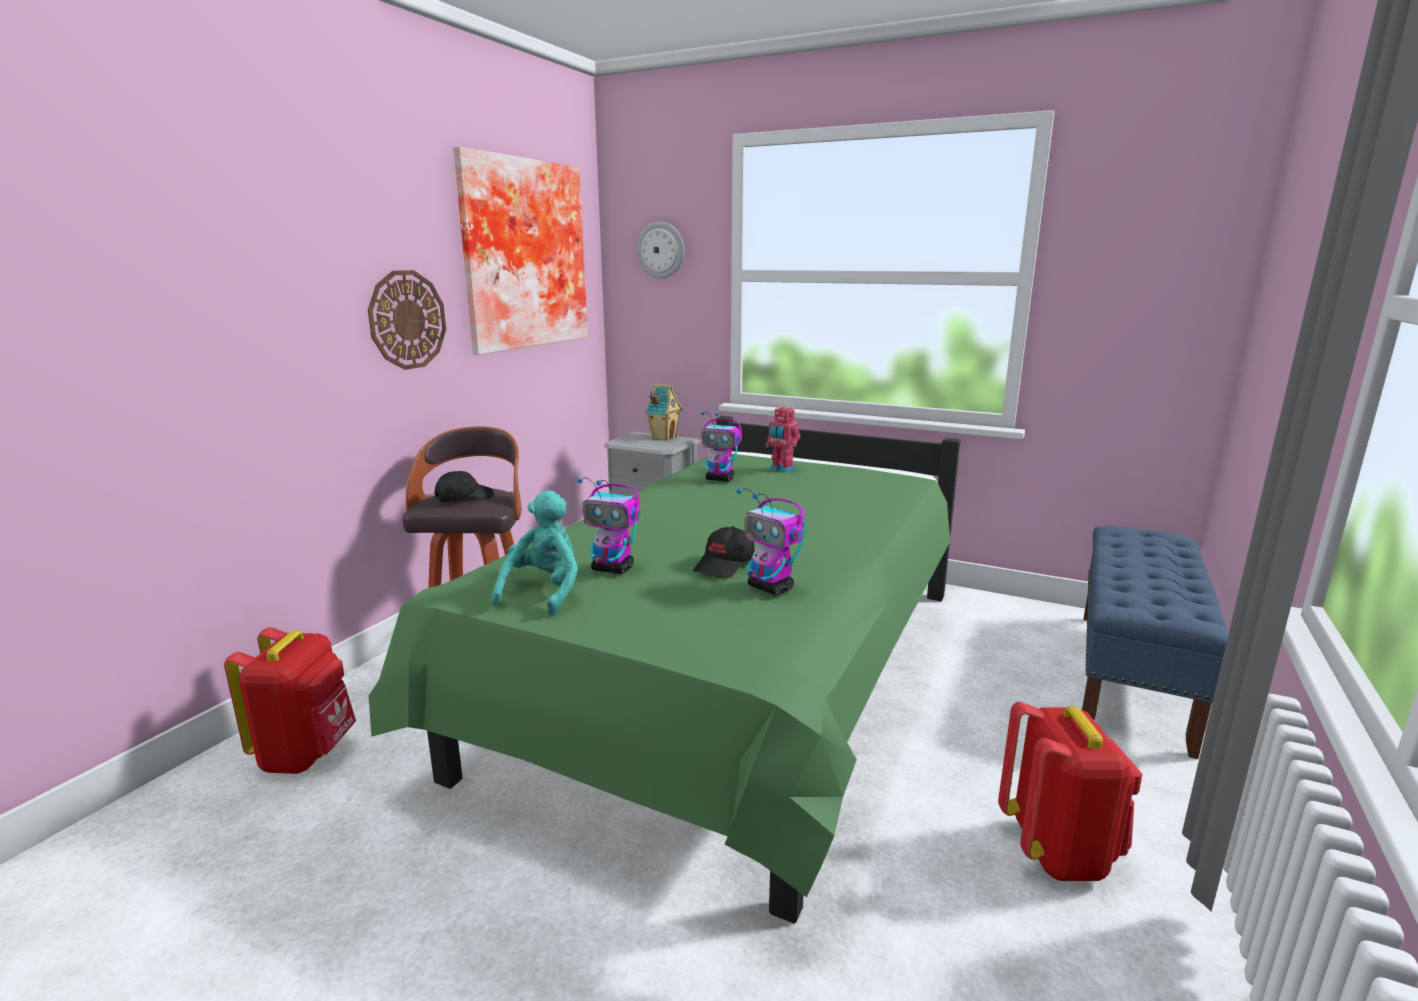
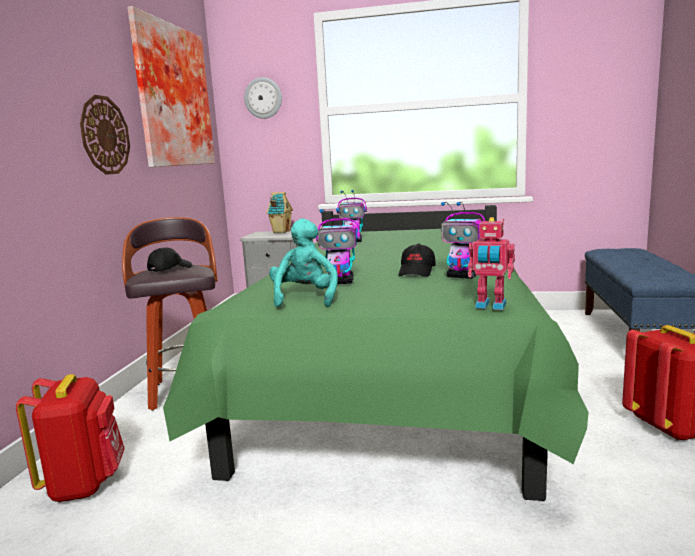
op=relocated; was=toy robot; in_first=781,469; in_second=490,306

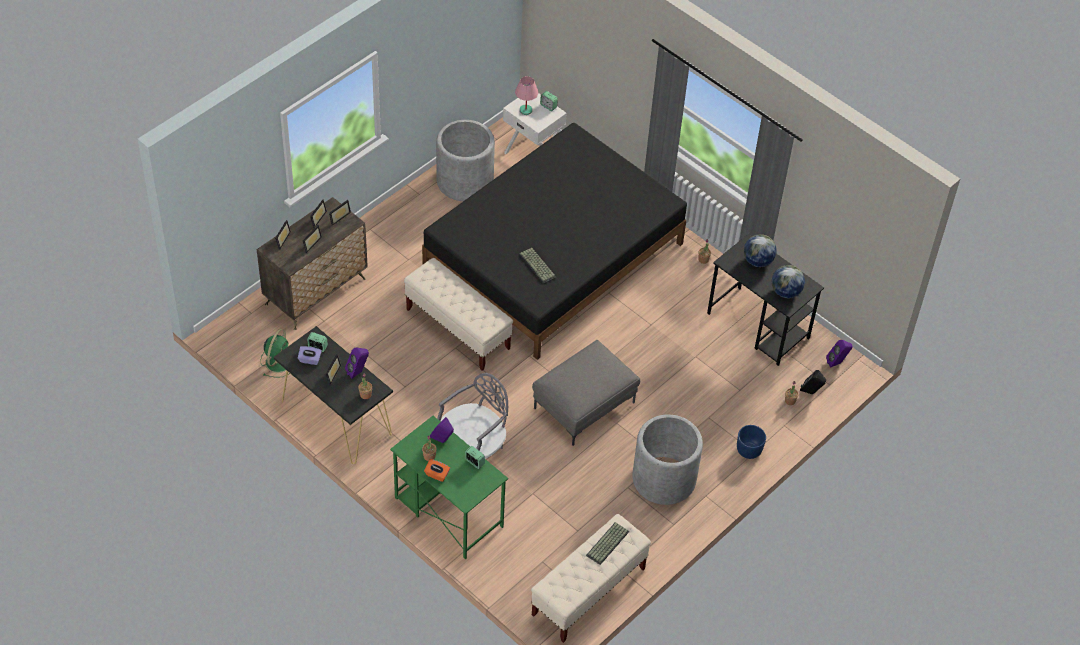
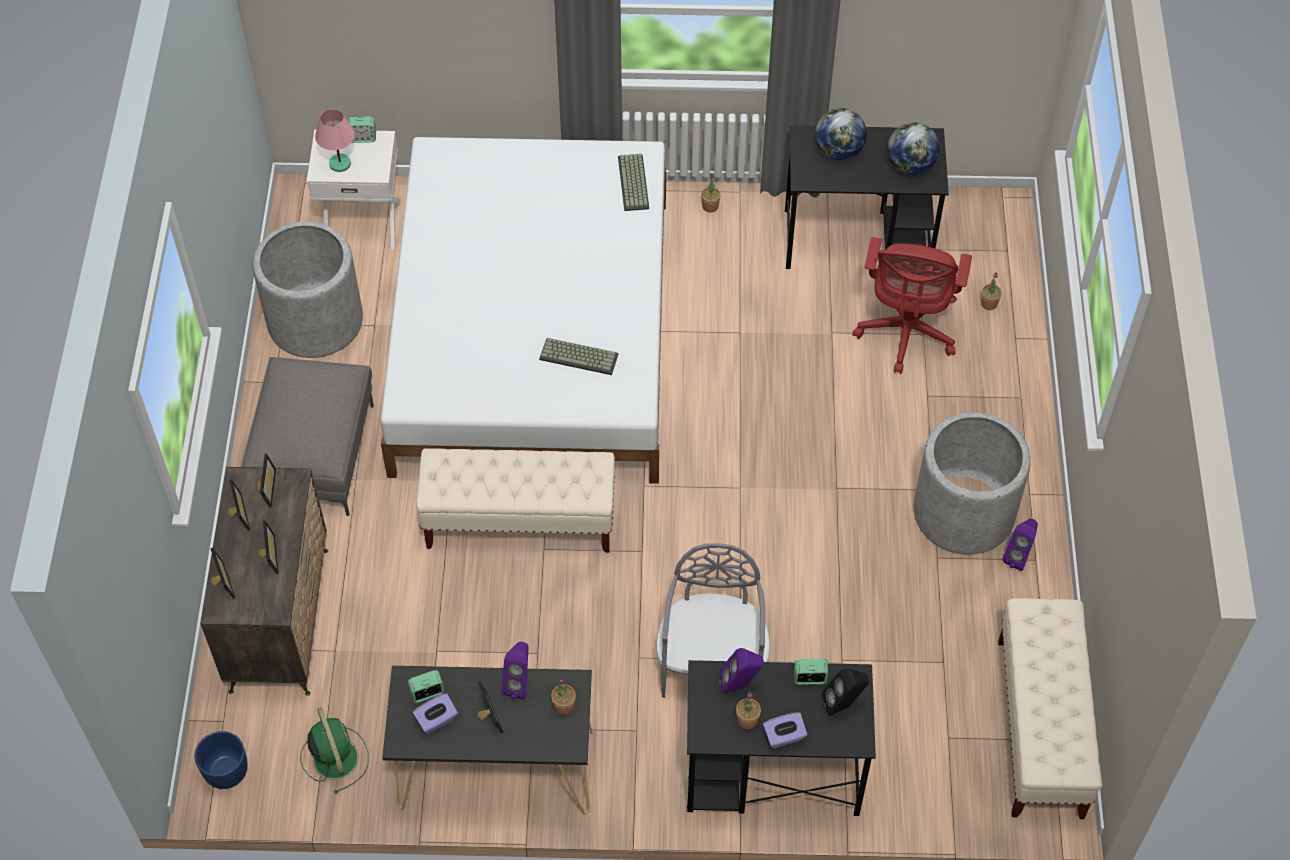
op=relocated; was=flower pot (blue); in_first=749,450; in_second=226,771
op=relocated; was=ottoman (grey); in_first=584,406; in_second=316,456
op=colour; was=sleeping bed (black); now=sleeping bed (white-coloured); in_first=554,256; in_second=533,335
op=relocated; was=keyboard; in_first=608,544; in_second=634,183
op=colour; was=desk unit (green-coloured); now=desk unit (black); in_first=448,511; in_second=771,772
op=colour; was=tissue holder (orangey); now=tissue holder (purple-coloured); in_first=437,475; in_second=784,737
op=relocated; was=loudspeaker (black); in_first=811,392; in_second=843,704
op=appeared; now=office chair (reddish); in_second=906,333
op=relocated; was=loudspeaker (purple-coloured); in_first=837,363; in_second=1018,556

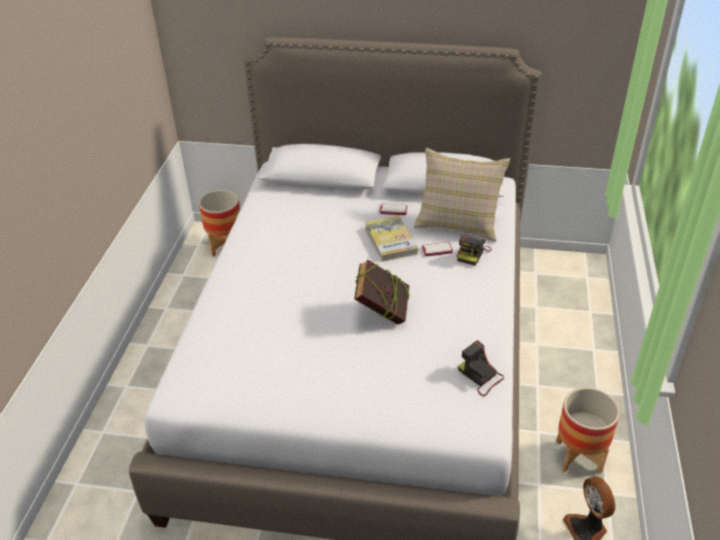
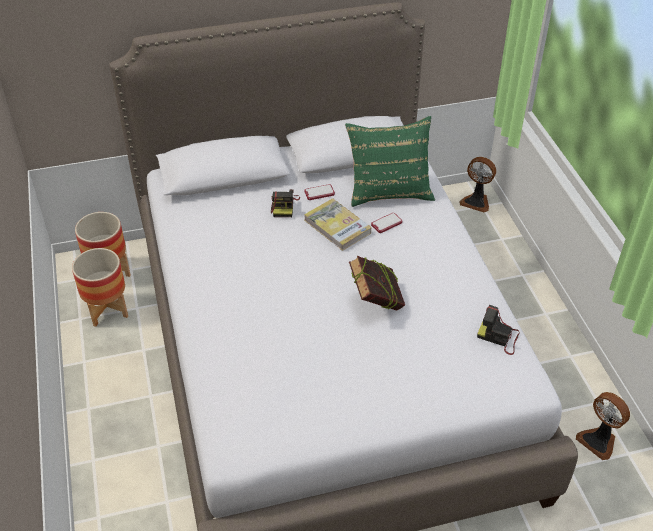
op=relocated; was=flower pot; in_first=579,456; in_second=108,310
op=relocated; was=still camera; in_first=472,253; in_second=284,206
op=colour; was=pillow (sand-coloured); now=pillow (green-coloured); in_first=458,222; in_second=389,189
op=appeared; now=fan; in_second=476,201

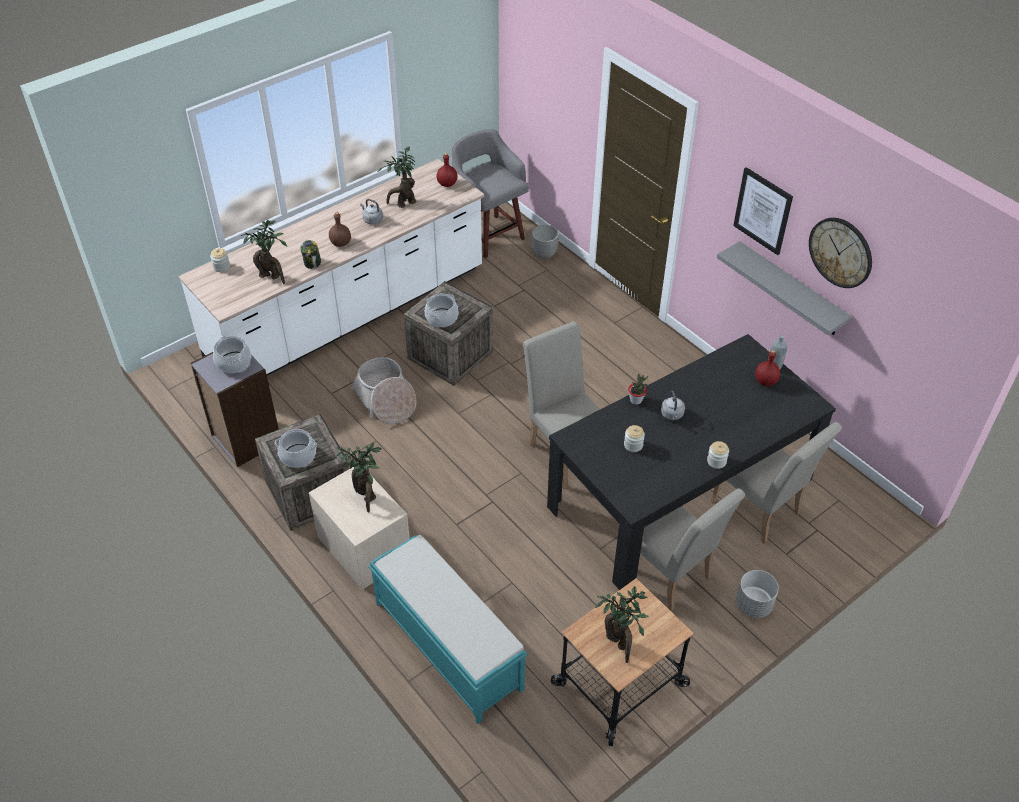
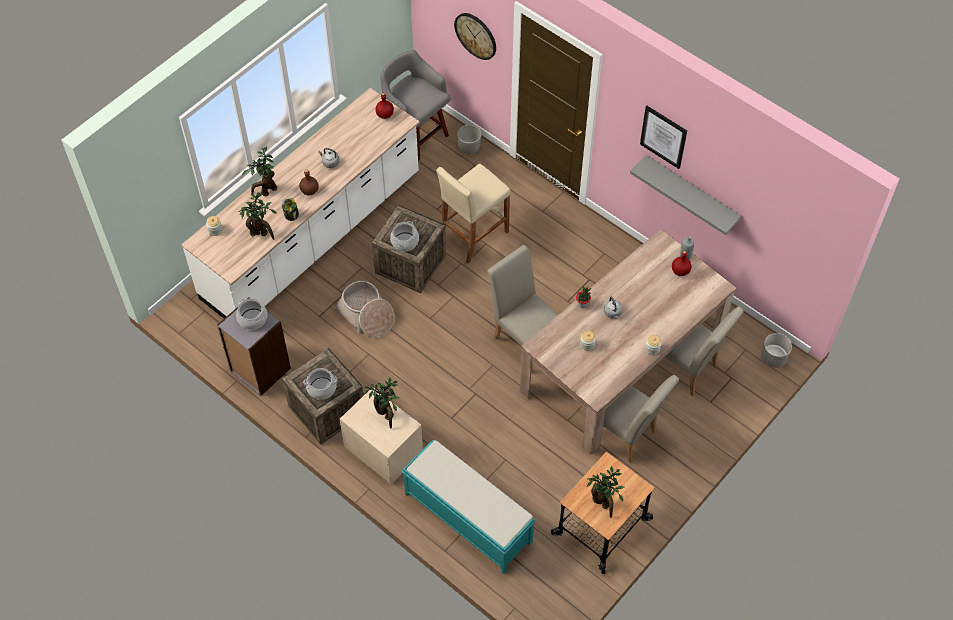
op=relocated; was=houseplant; in_first=403,204; in_second=266,191
op=appeared; now=stool seat (sand-coloured); in_second=473,235
op=relocated; was=clock on the wall; in_first=841,252; in_second=476,35
op=colour; was=dining table (black); now=dining table (sand-coloured); in_first=680,493; in_second=622,363
op=relocated; was=flower pot (grey); in_first=754,605; in_second=773,358

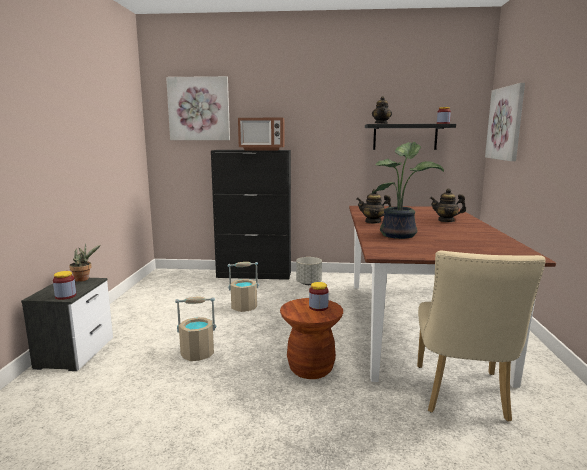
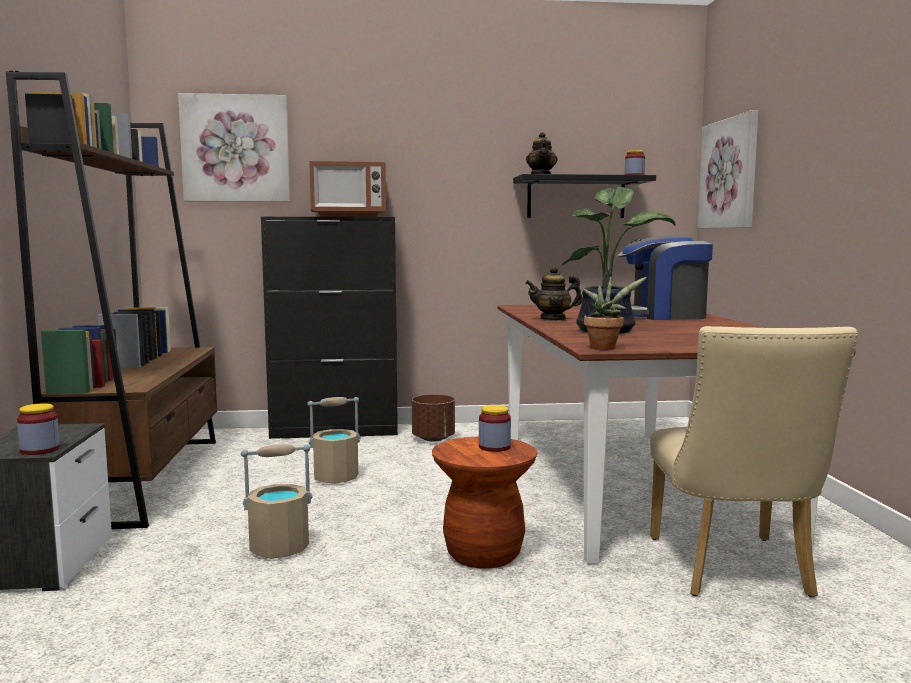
op=appeared; now=bookshelf (brownish); in_second=145,479
op=colour; was=flower pot (grey); now=flower pot (brownish); in_first=309,283; in_second=433,438
op=relocated; was=houseplant; in_first=84,279; in_second=605,348
op=exchanged; was=teapot; now=coffee maker; in_first=446,220; in_second=662,316

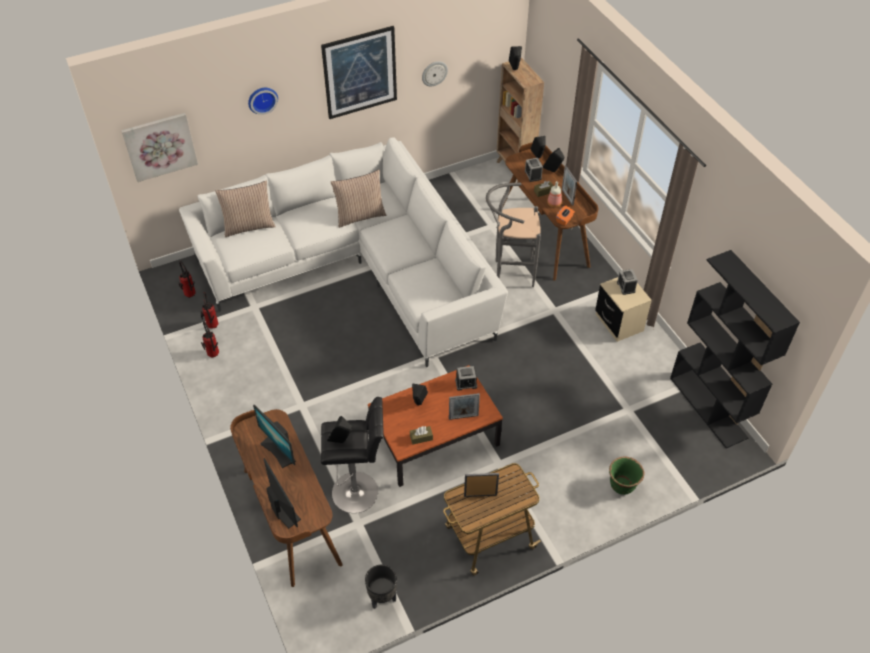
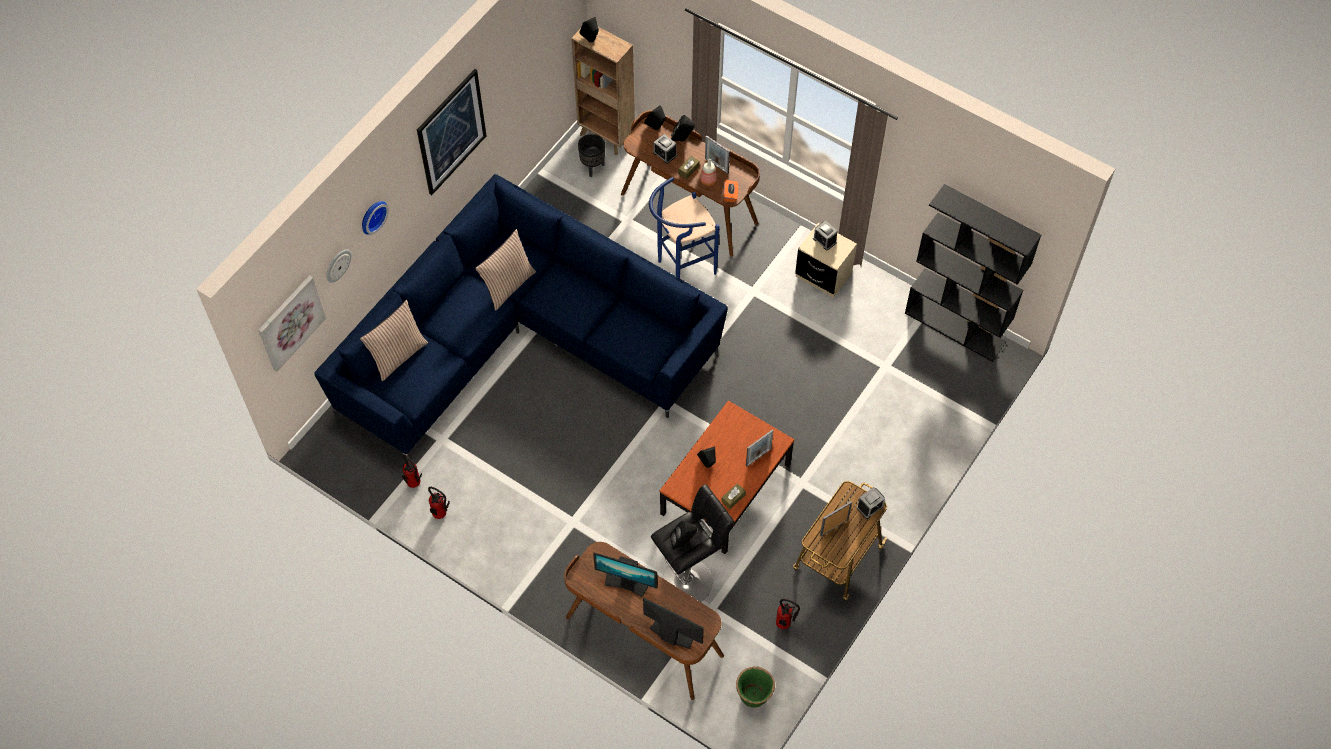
op=colour; was=settee (white-coloured); now=settee (blue); in_first=358,269; in_second=521,340
op=relocated; was=clock on the wall; in_first=434,73; in_second=337,265
op=relocated; was=flower pot (black); in_first=382,598; in_second=592,167
op=colour; was=stool seat (grey); now=stool seat (blue); in_first=509,272; in_second=681,268
op=relocated; was=flower pot (green-coloured); in_first=622,486; in_second=753,695
op=relocated; was=extinguisher; in_first=190,296; in_second=785,625
op=relocated; was=alarm clock; in_first=466,383; in_second=870,507

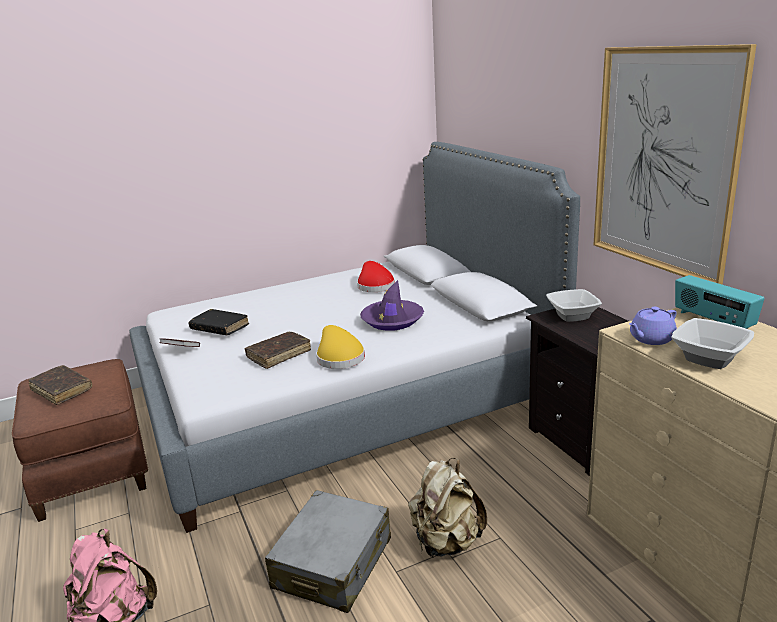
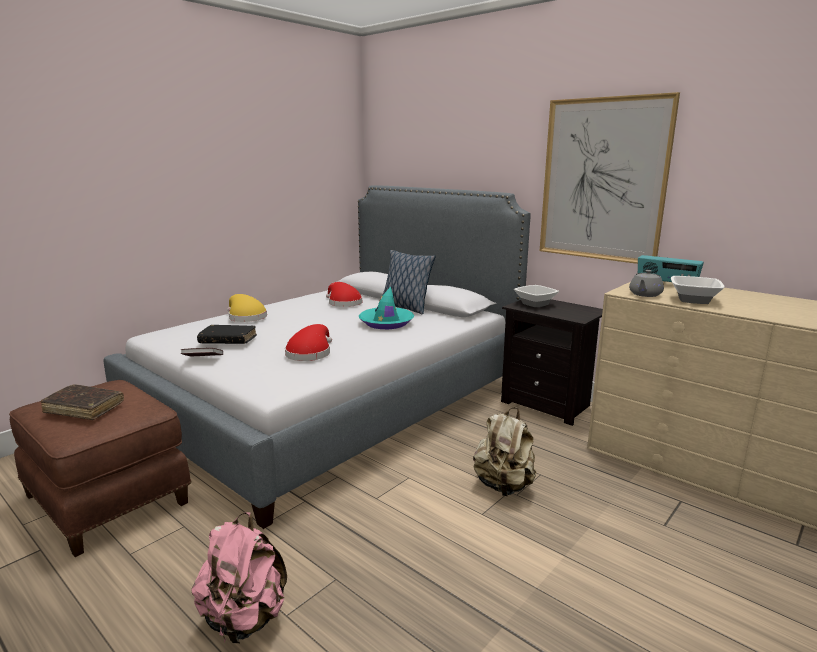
op=relocated; was=hat (yellowish); in_first=339,357; in_second=246,317
op=exchanged; was=volume (brownish); now=hat (reddish); in_first=279,355; in_second=310,353
op=colour; was=hat (purple-coloured); now=hat (turquoise-coloured); in_first=392,321; in_second=386,323
op=appeared; now=pillow; in_second=405,308
op=colour; was=teapot (purple-coloured); now=teapot (grey); in_first=651,339; in_second=645,294
op=missing; was=piece of luggage (grey); in_first=333,563

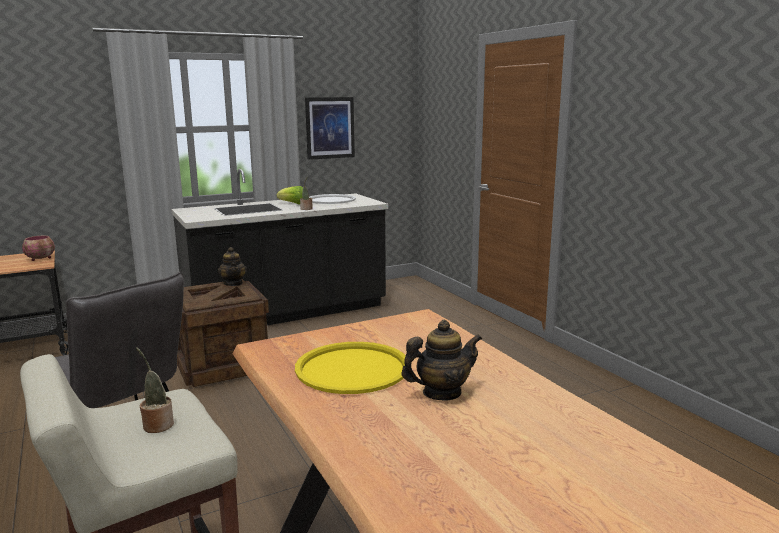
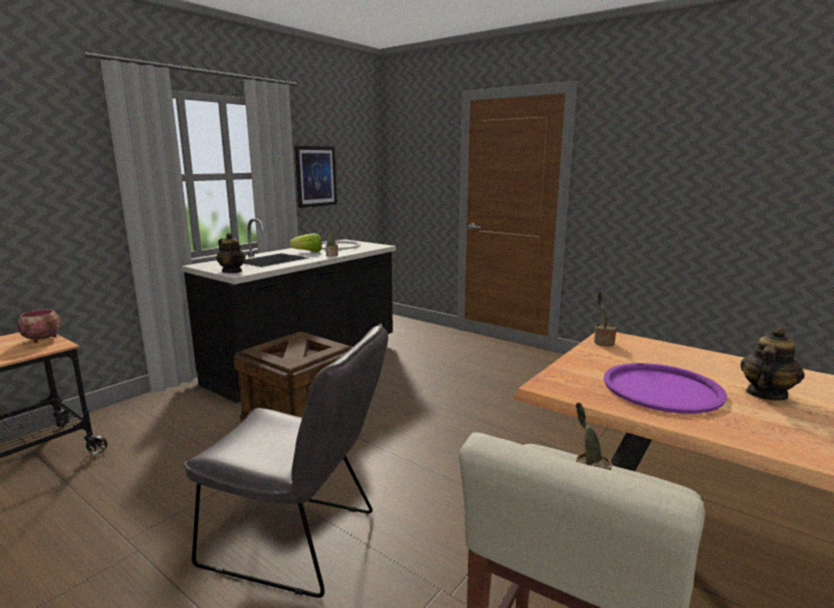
op=relocated; was=teapot; in_first=233,283; in_second=232,271
op=appeared; now=houseplant; in_second=602,343
op=colour; was=carrying tray (yellowish); now=carrying tray (purple-coloured); in_first=352,369; in_second=662,389

